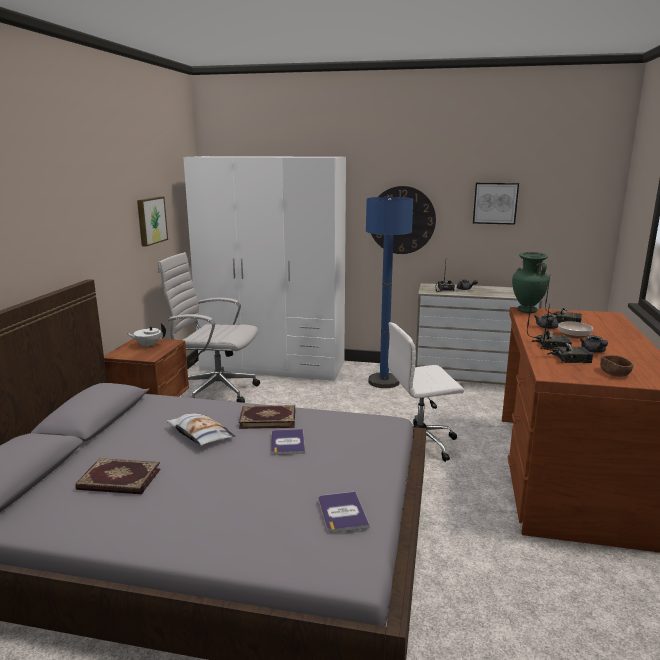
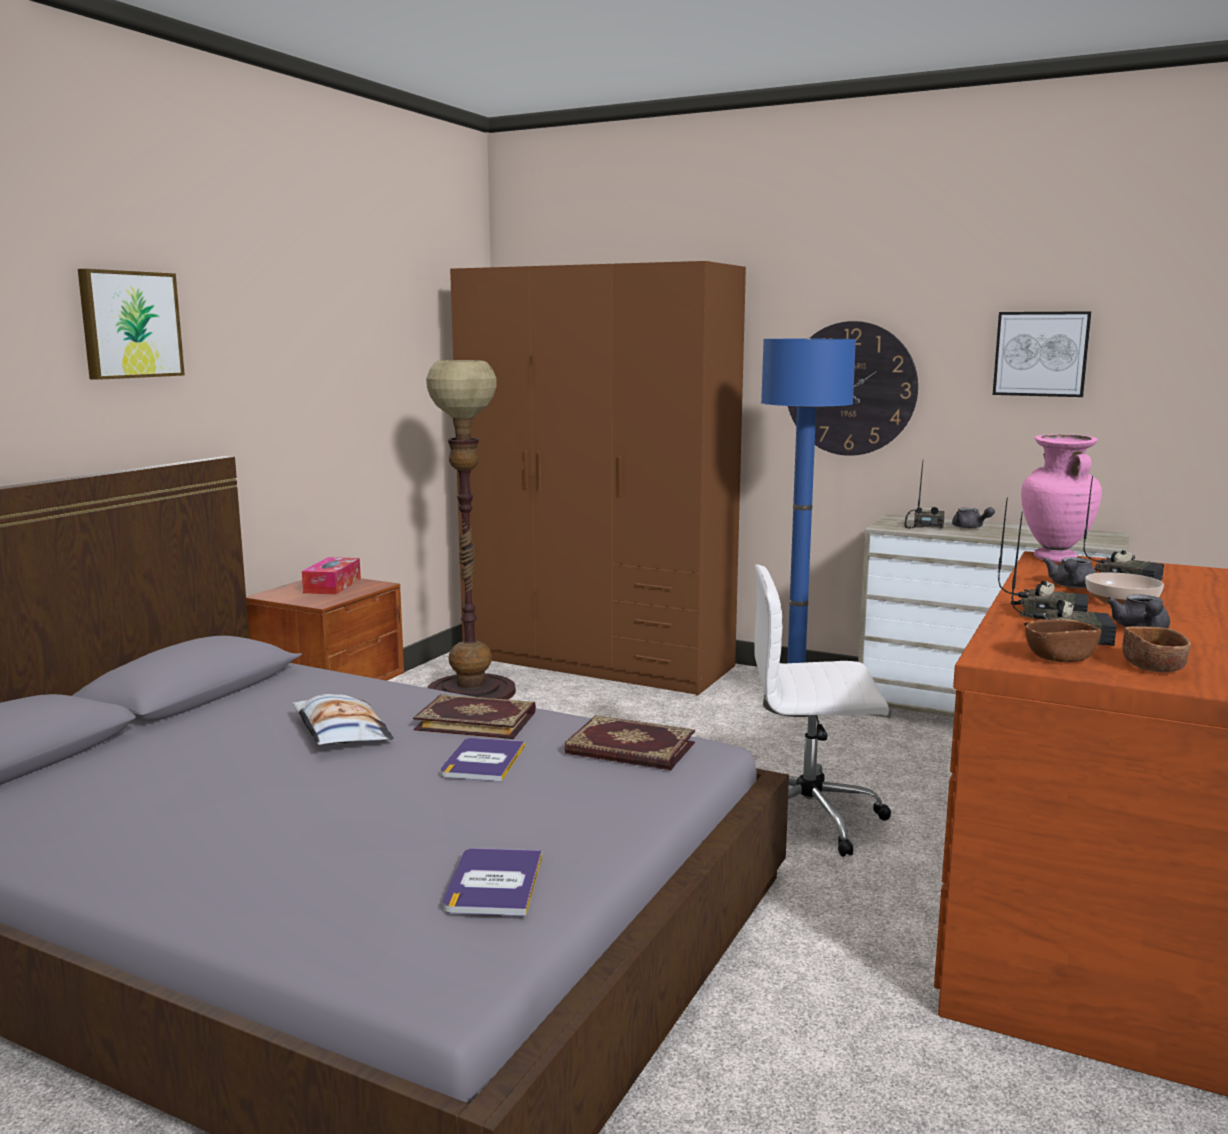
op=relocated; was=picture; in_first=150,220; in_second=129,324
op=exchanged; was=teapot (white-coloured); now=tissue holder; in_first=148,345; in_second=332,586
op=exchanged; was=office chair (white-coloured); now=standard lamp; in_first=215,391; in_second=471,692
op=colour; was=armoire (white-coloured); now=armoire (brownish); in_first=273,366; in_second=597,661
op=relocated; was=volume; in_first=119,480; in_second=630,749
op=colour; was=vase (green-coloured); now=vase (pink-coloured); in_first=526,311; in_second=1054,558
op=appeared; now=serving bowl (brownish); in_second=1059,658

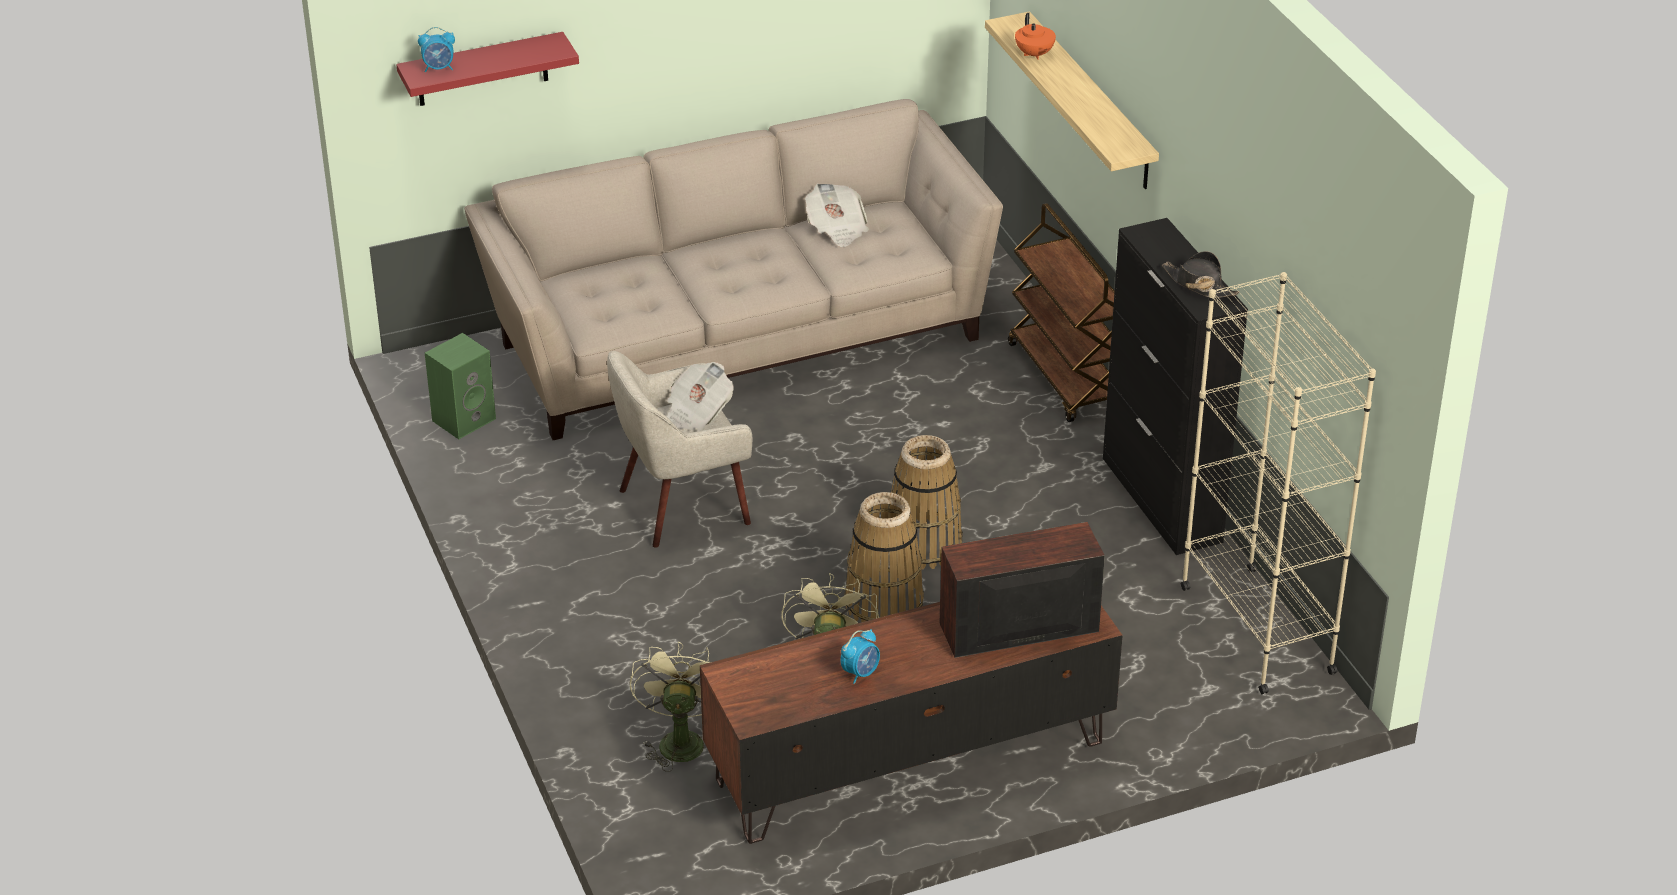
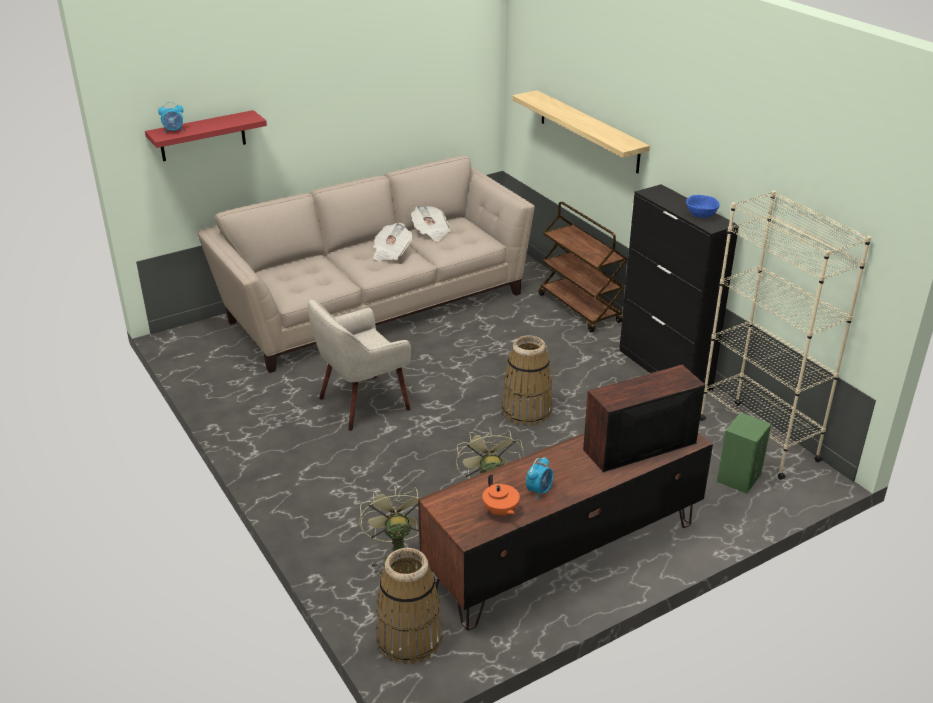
op=relocated; was=printed paper; in_first=697,413; in_second=391,253
op=relocated; was=household basket; in_first=883,603; in_second=409,638
op=relocated; was=teapot (orangey); in_first=1034,54; in_second=500,511
op=exchanged; was=hat (black); now=serving bowl (blue); in_first=1199,284; in_second=700,215
op=relocated; was=loudspeaker (green-coloured); in_first=464,418; in_second=738,477

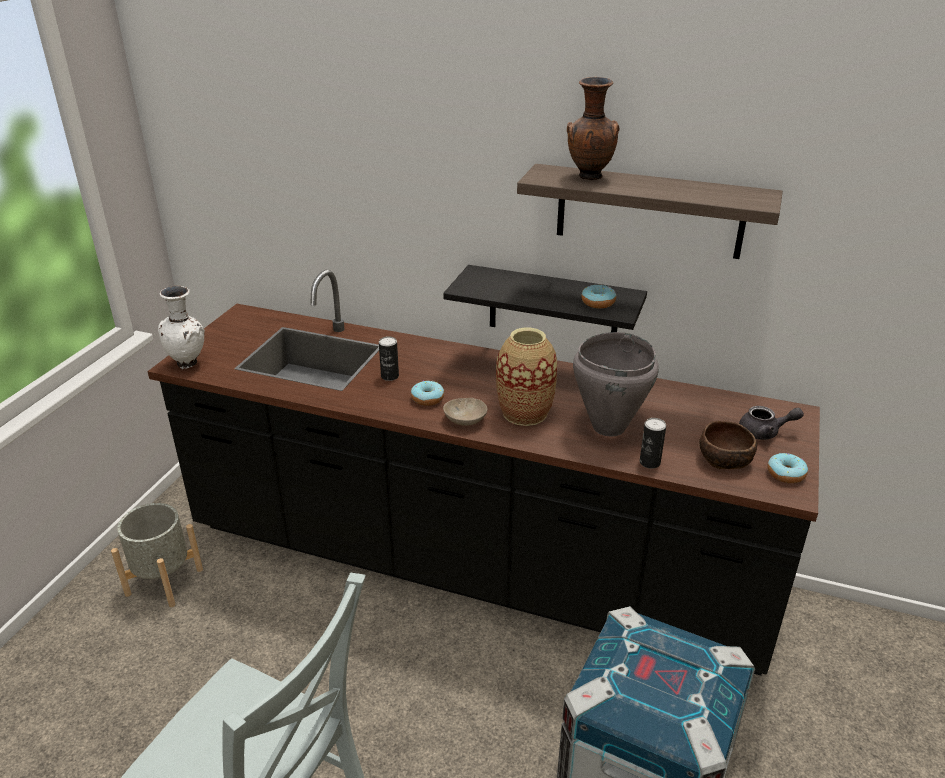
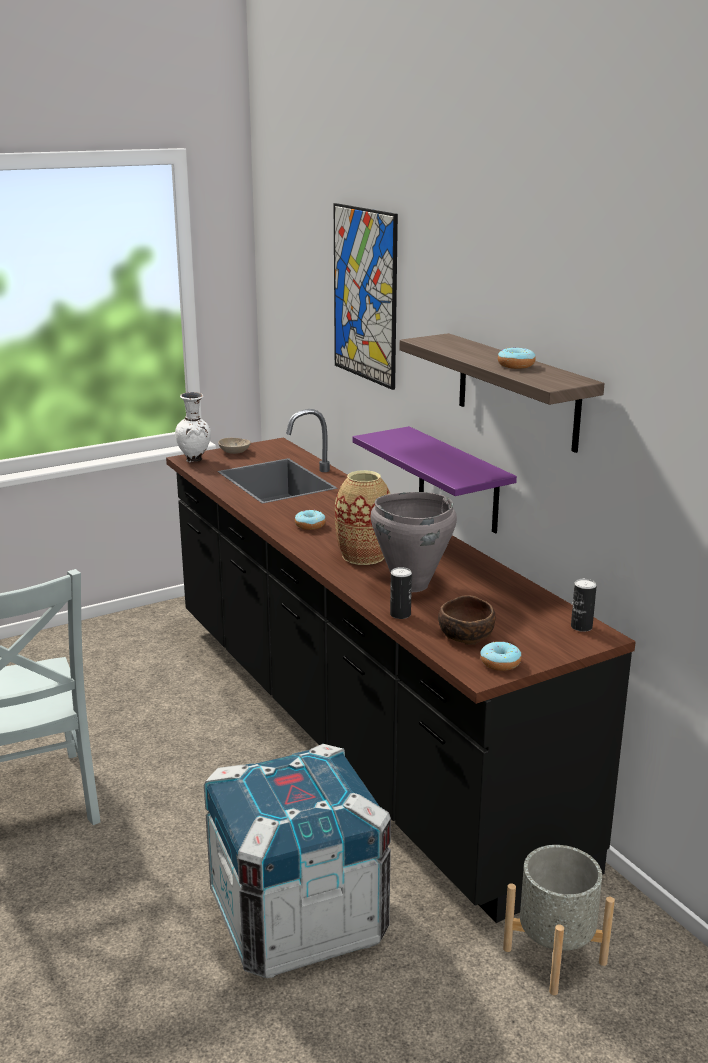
op=relocated; was=serving bowl (sand-coloured); in_first=465,420; in_second=233,452
op=appeared; now=picture; in_second=365,295
op=colour; was=bracket shelf (black); now=bracket shelf (purple-coloured); in_first=553,307; in_second=458,480
op=relocated; was=ring doughnut; in_first=598,302; in_second=516,365
op=relocated; was=flower pot (grey); in_first=165,582; in_second=555,956
op=relocated; was=metal can; in_first=390,376; in_second=581,627
op=missing; was=vase (brownish); in_first=589,177
op=missing; was=teapot (grey); in_first=764,432

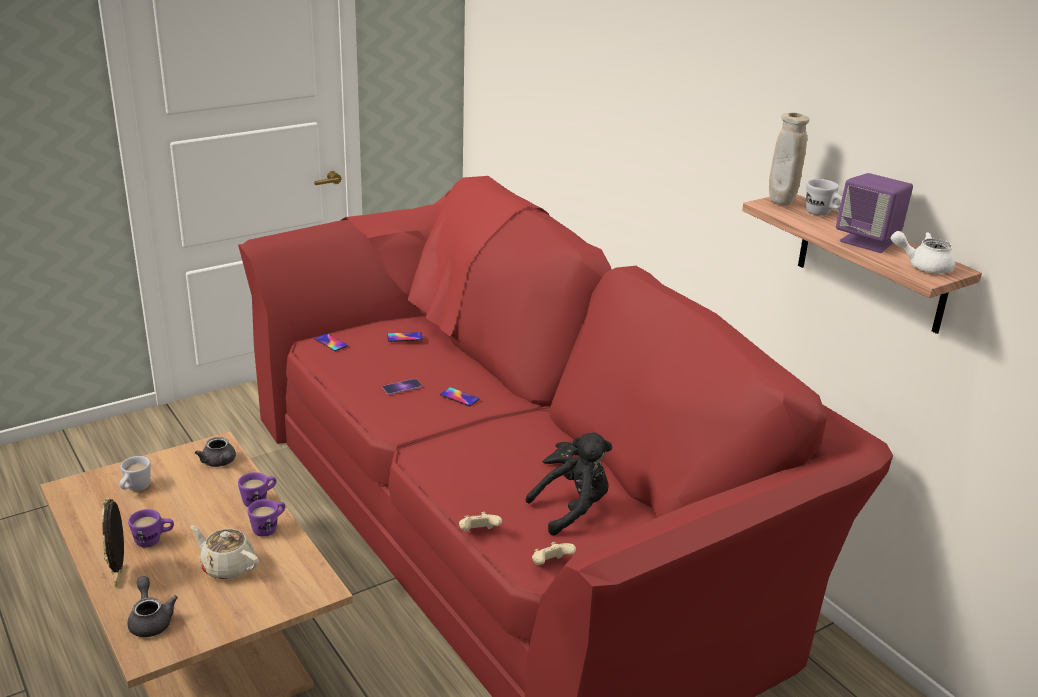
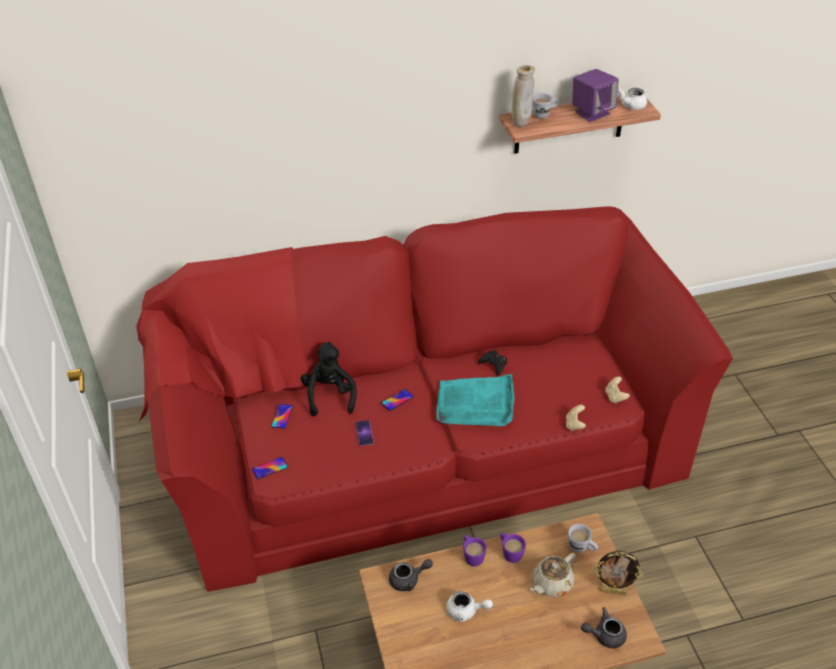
op=relocated; was=cuddly toy (black); in_first=573,510; in_second=330,395
op=appeared; now=carrying tray (turquoise-coloured); in_second=475,404
op=appeared; now=teapot (white-coloured); in_second=466,611
op=relocated; was=coffee mug (white-coloured); in_first=135,489; in_second=581,548
op=relocated; was=standing frame; in_first=120,576; in_second=613,591
op=missing; was=coffee mug (purple-coloured); in_first=154,540

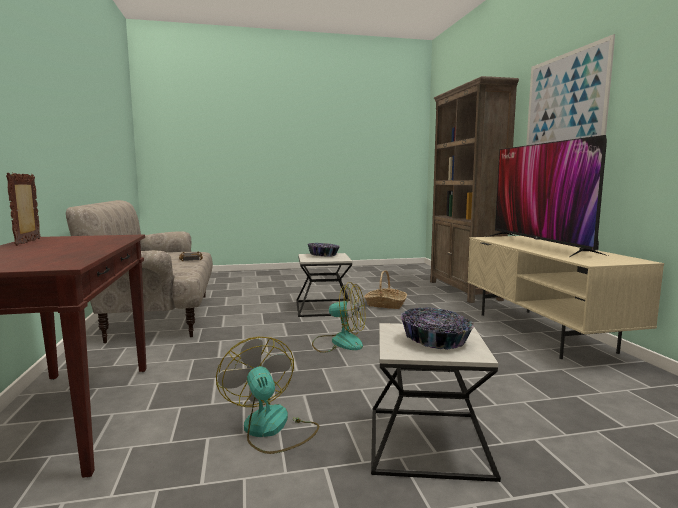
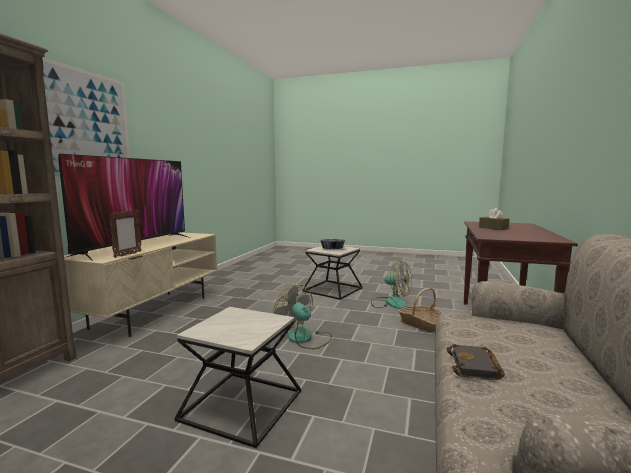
op=relocated; was=standing frame; in_first=29,242; in_second=127,255
op=spun; was=fan; in_first=271,429; in_second=390,303; clockwise=-60
op=relocated; was=household basket; in_first=385,305; in_second=422,324
op=appeared; now=tissue holder (brownish); in_second=493,228
op=missing; was=serving bowl; in_first=323,255

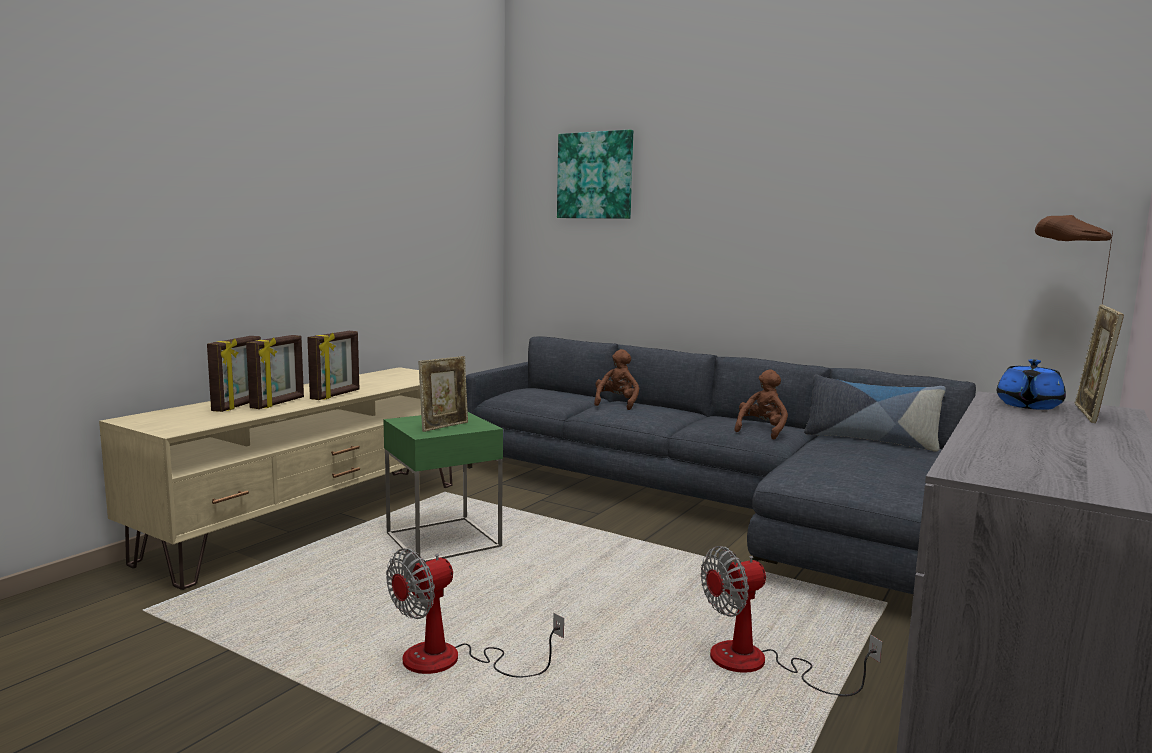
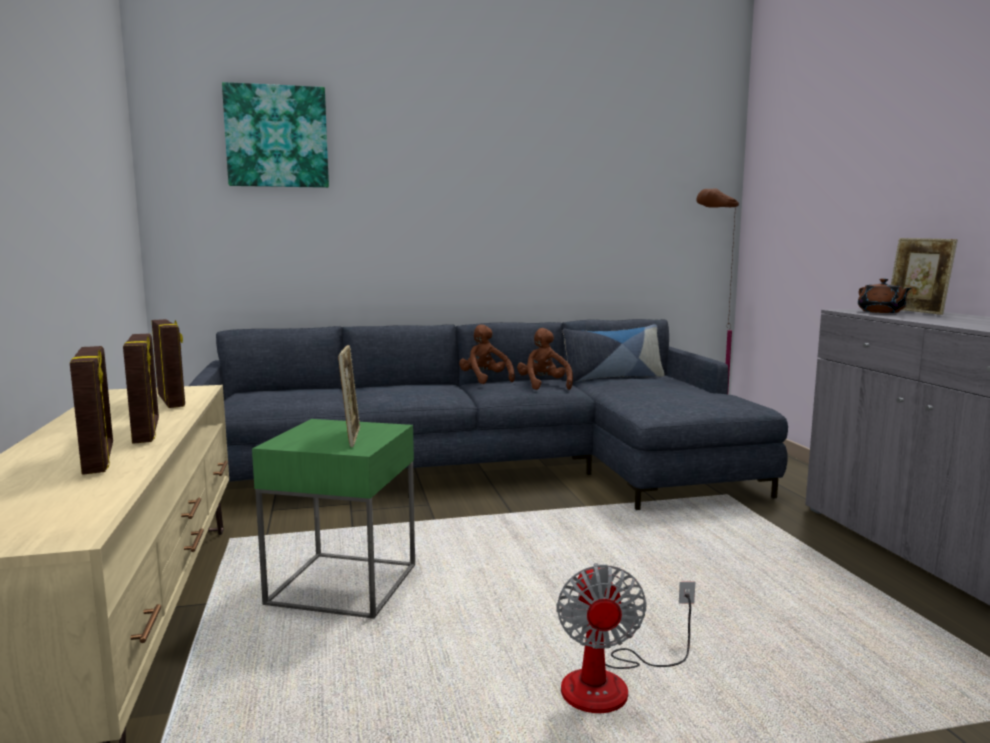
op=relocated; was=standing frame; in_first=239,405; in_second=172,401
op=relocated; was=cuddly toy (brownish); in_first=616,403; in_second=485,380
op=colour; was=teapot (blue); now=teapot (brownish); in_first=1028,406; in_second=881,312
op=missing; was=fan; in_first=758,665

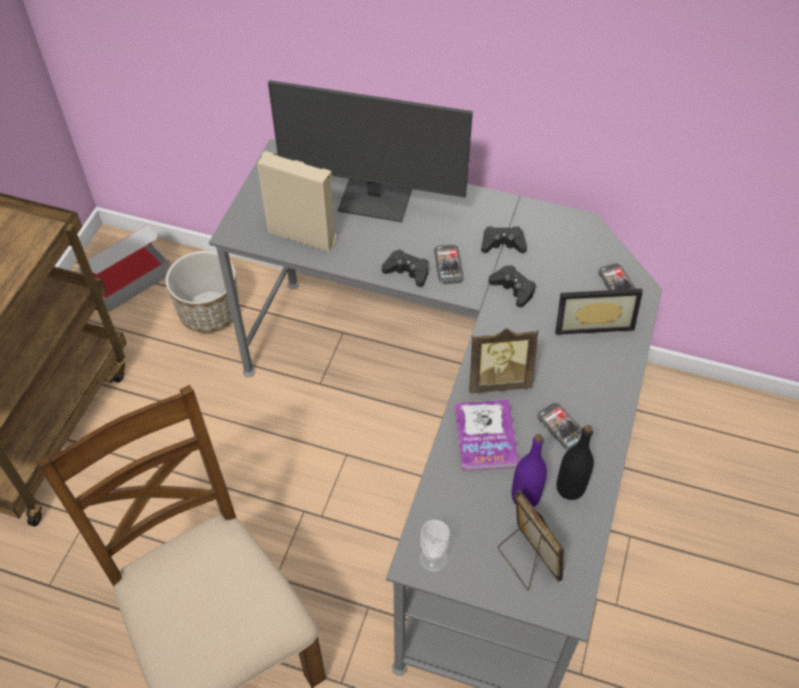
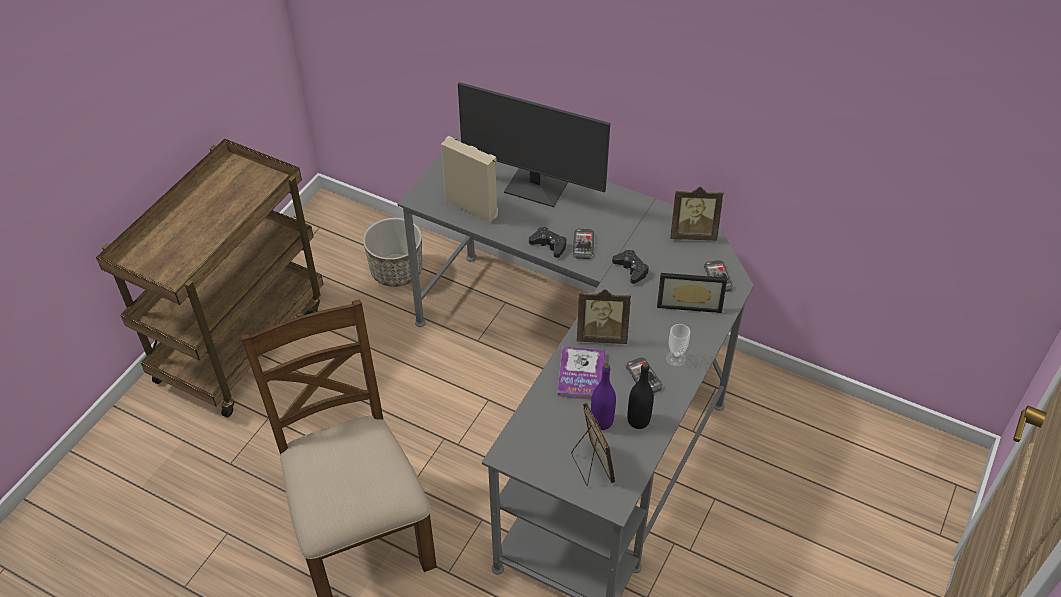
op=relocated; was=cup; in_first=433,558; in_second=676,358
op=appeared; now=standing frame; in_second=692,233
op=missing; was=carton; in_first=127,278
op=missing; was=gamepad (black); in_first=502,244

